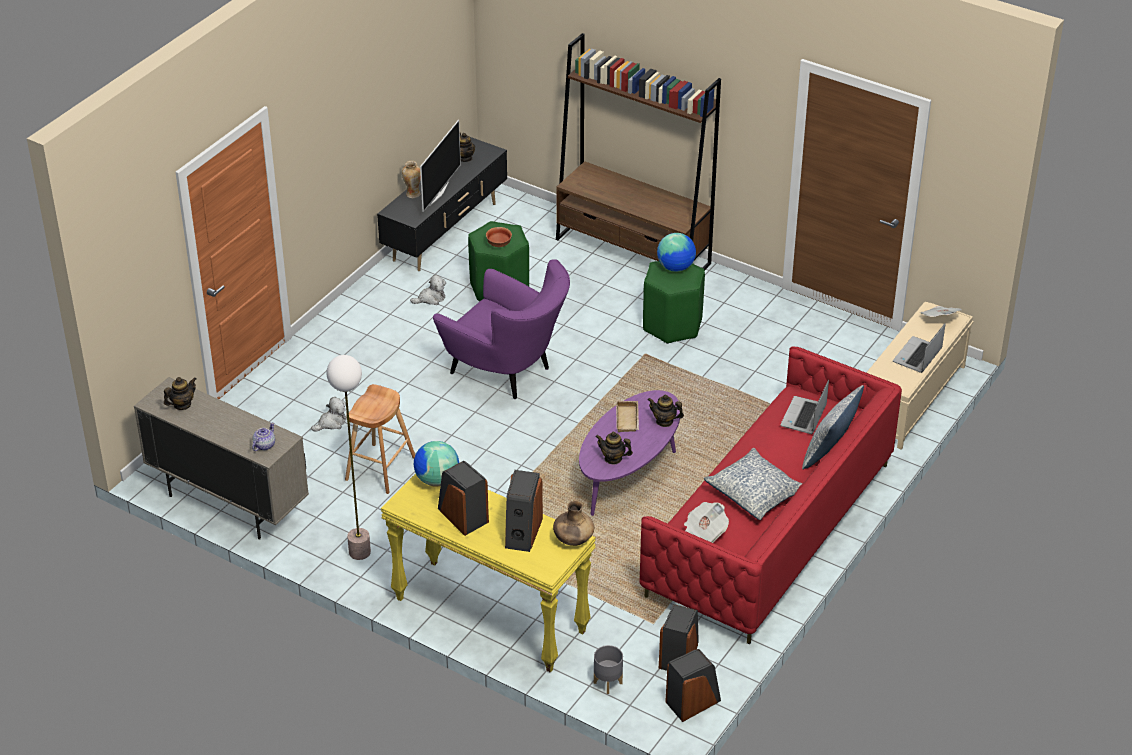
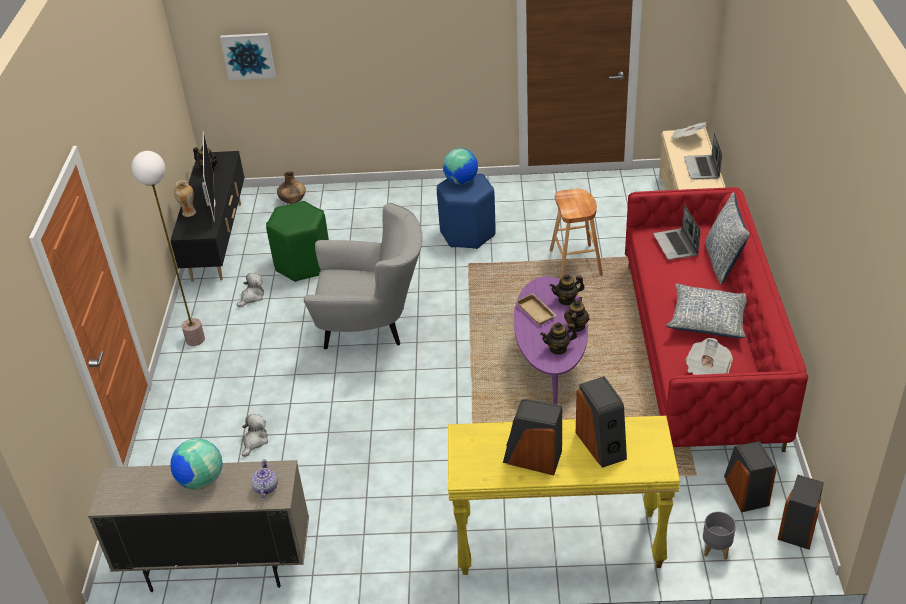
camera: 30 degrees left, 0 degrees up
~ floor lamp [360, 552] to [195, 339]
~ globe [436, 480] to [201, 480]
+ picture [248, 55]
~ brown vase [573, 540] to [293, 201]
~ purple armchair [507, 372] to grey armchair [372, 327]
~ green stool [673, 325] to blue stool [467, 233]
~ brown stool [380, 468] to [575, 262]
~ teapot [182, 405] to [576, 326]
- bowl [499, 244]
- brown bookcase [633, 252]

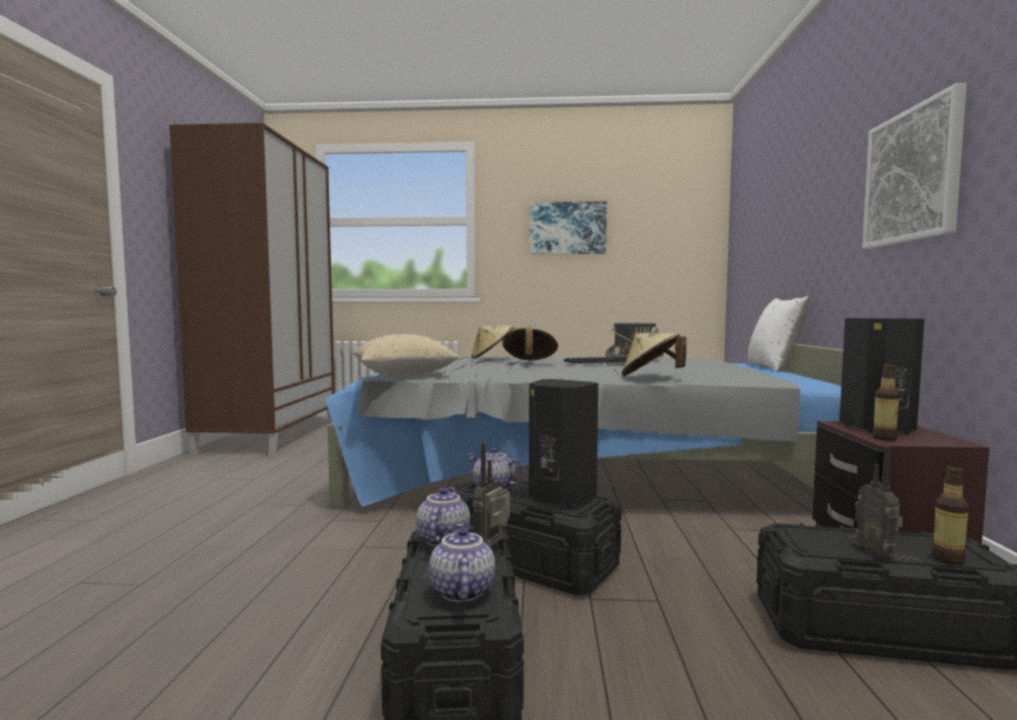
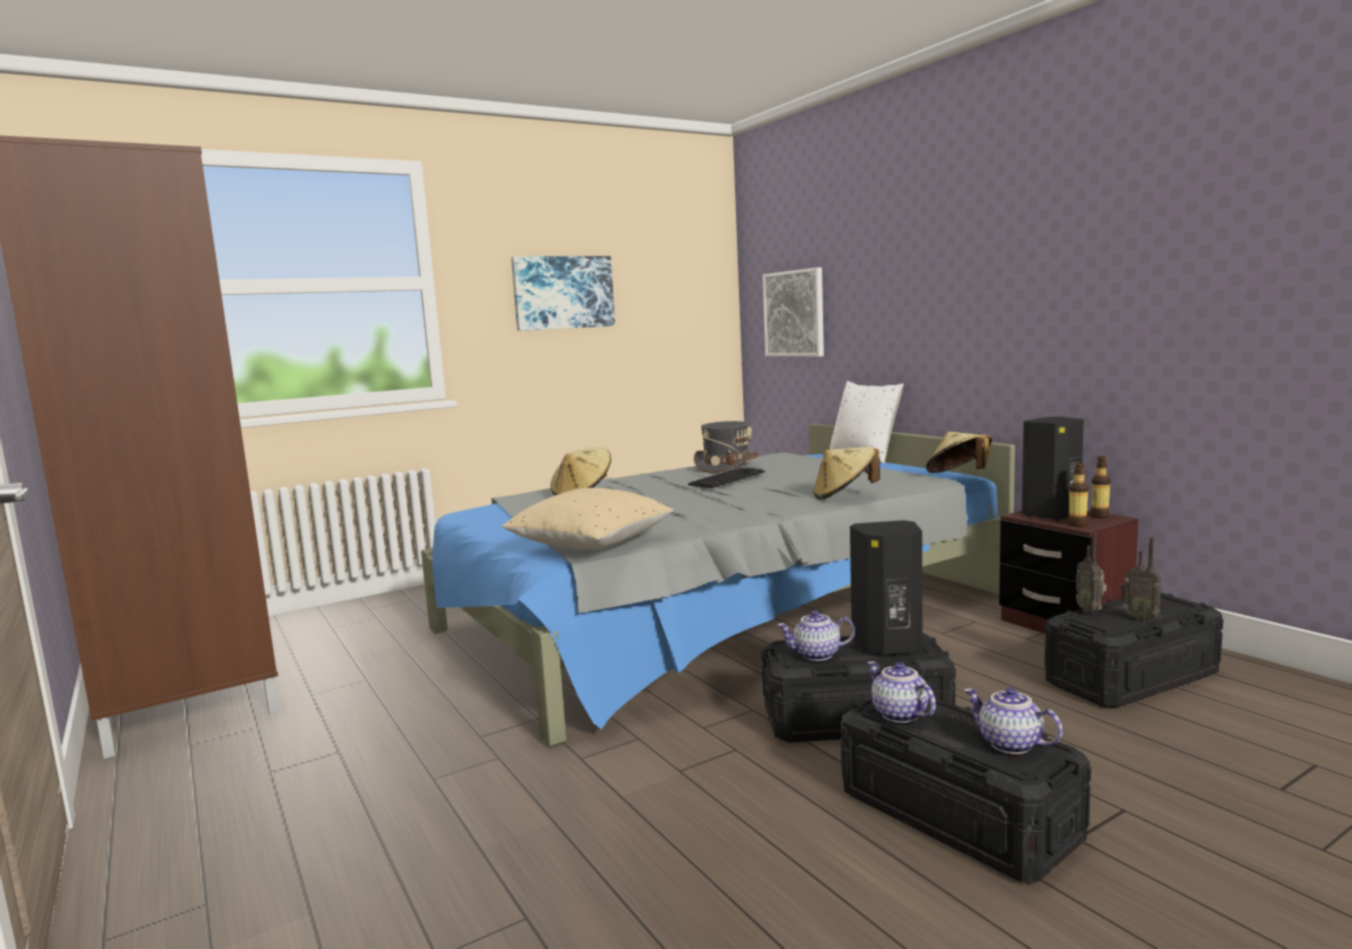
camera: 35 degrees left, 5 degrees up
~ picture [912, 176] to [794, 313]
~ beige hat [529, 362] to [958, 475]
~ radio [493, 548] to [1090, 611]
~ bottle [947, 560] to [1099, 516]

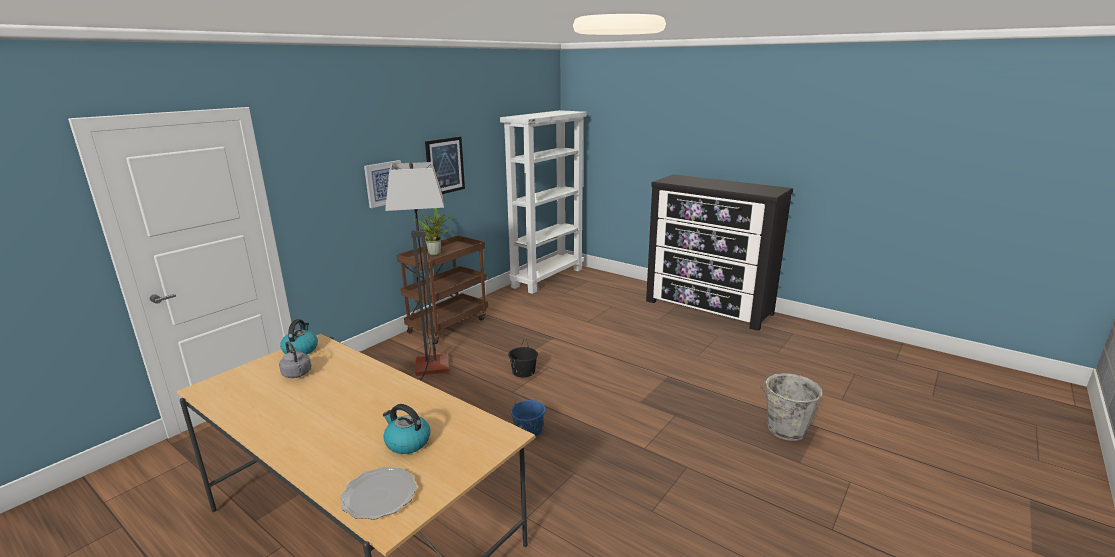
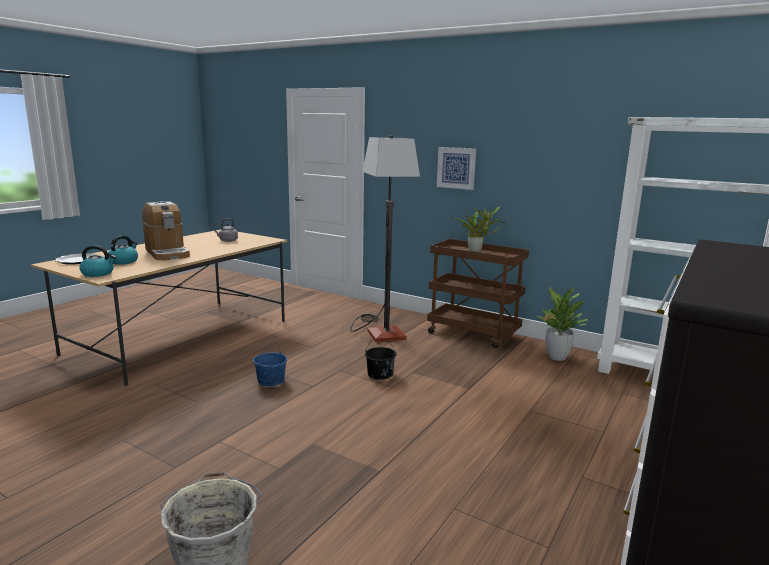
camera: 85 degrees right, 5 degrees down
~ kettle [300, 349] to [98, 273]
+ coffee machine [167, 253]
+ potted plant [556, 357]
- picture [444, 166]

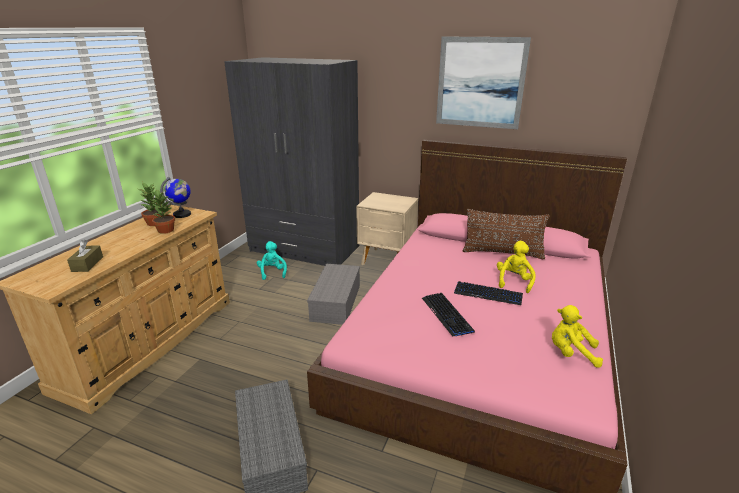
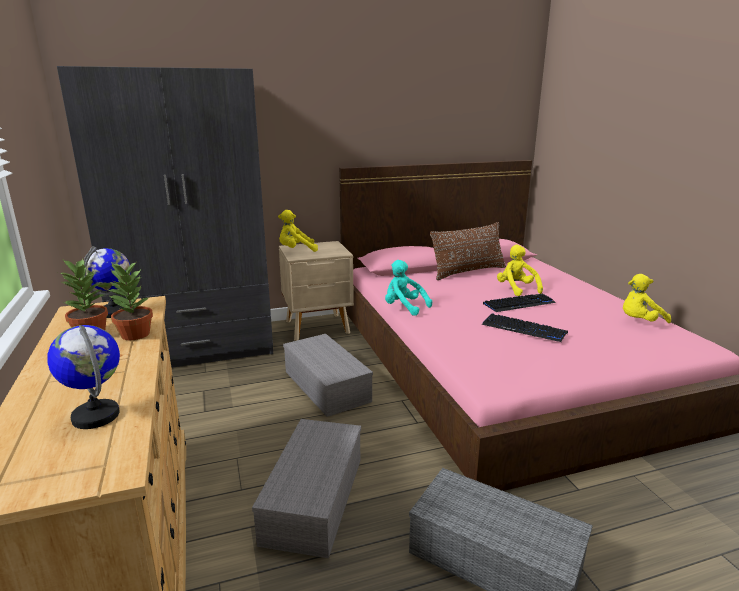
camera: 40 degrees left, 5 degrees down
~ brown tissue box [87, 264] to globe [96, 416]
+ grey storage box [313, 497]
+ yellow plush toy [296, 250]
~ turquoise plush toy [272, 272] to [404, 307]
- picture [480, 83]

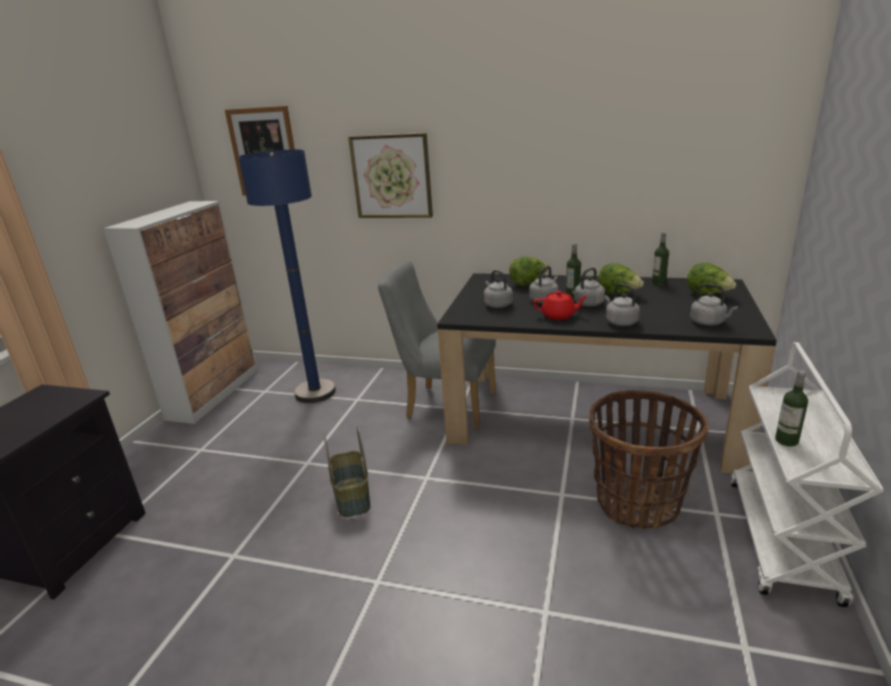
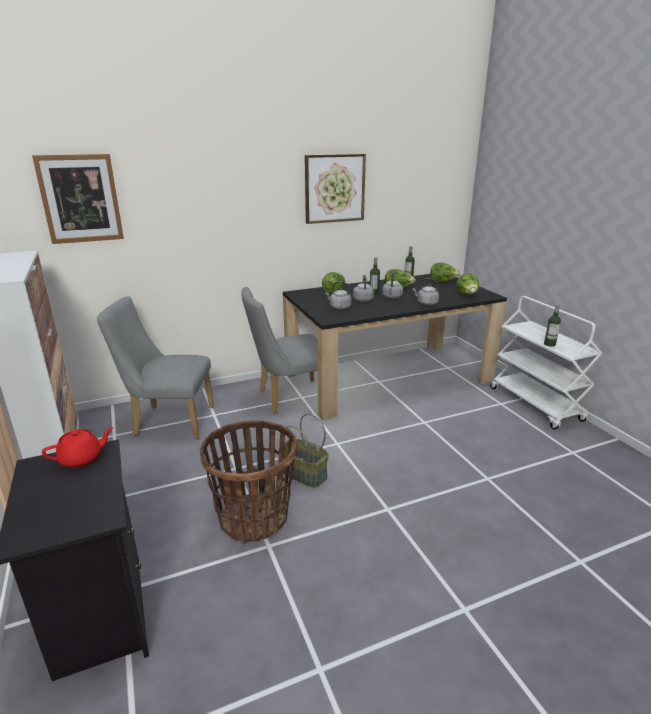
camera: 40 degrees left, 0 degrees up
~ red teapot [559, 316] to [82, 458]
~ blue floor lamp [315, 392] to grey chair [168, 421]
~ basket [638, 504] to [254, 518]
~ picture [392, 176] to [334, 188]
~ grey kettle [709, 322] to lettuce [467, 295]

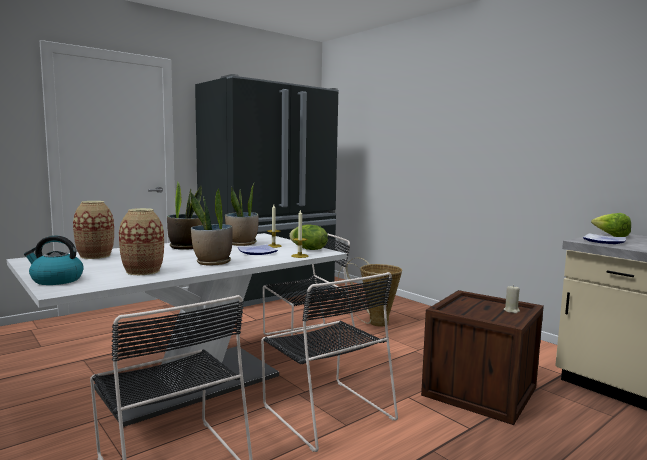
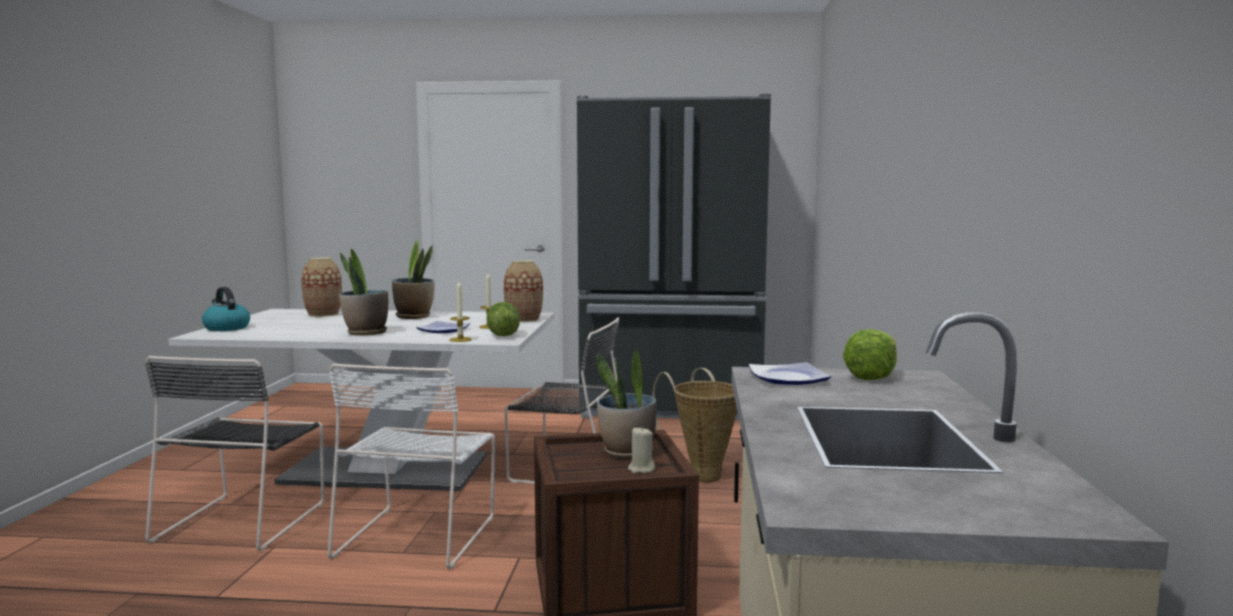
camera: 45 degrees right, 0 degrees up
~ black chair [325, 410] to white chair [418, 534]
~ vase [143, 271] to [524, 319]
~ potted plant [242, 244] to [627, 452]

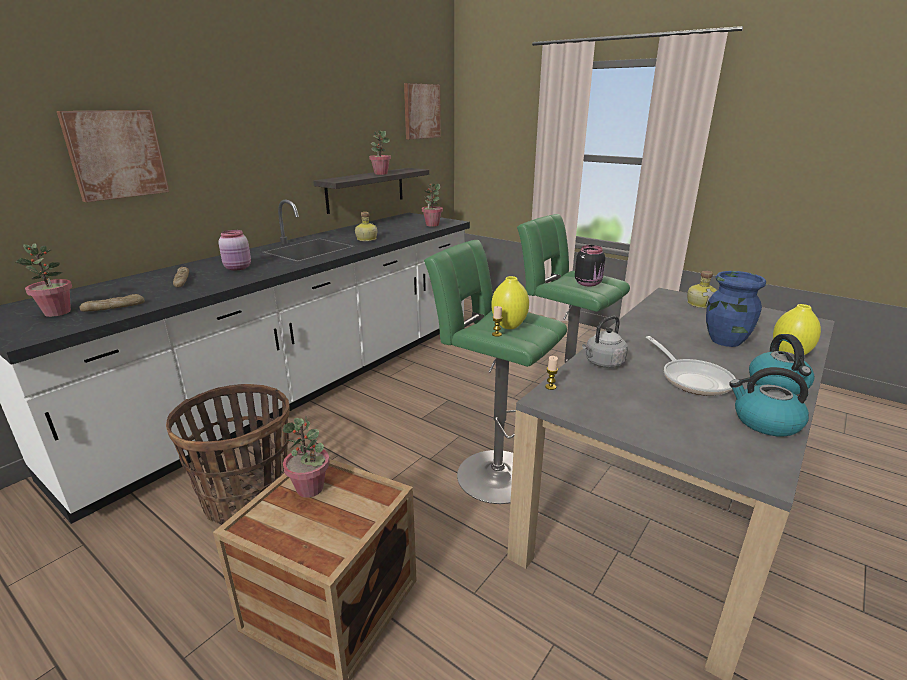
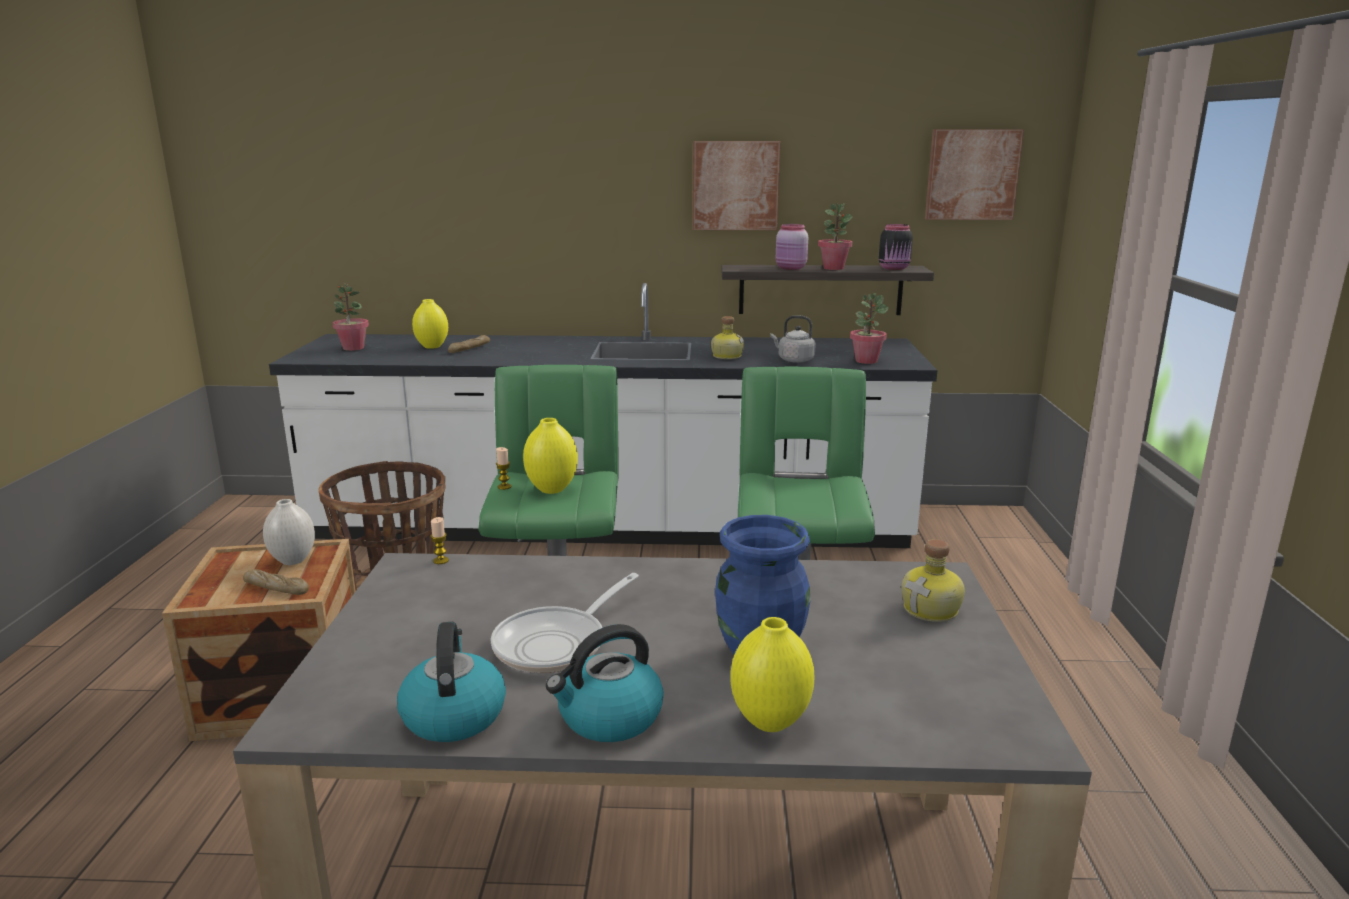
camera: 55 degrees right, 5 degrees down
~ bread [114, 308] to [276, 588]
~ potted plant [310, 488] to white vase [294, 560]
+ yellow vase [432, 347]
~ picture [116, 154] to [735, 185]
~ grey kettle [603, 363] to [794, 360]
~ pink jar [238, 268] to [791, 268]
~ black jar [588, 283] to [894, 268]

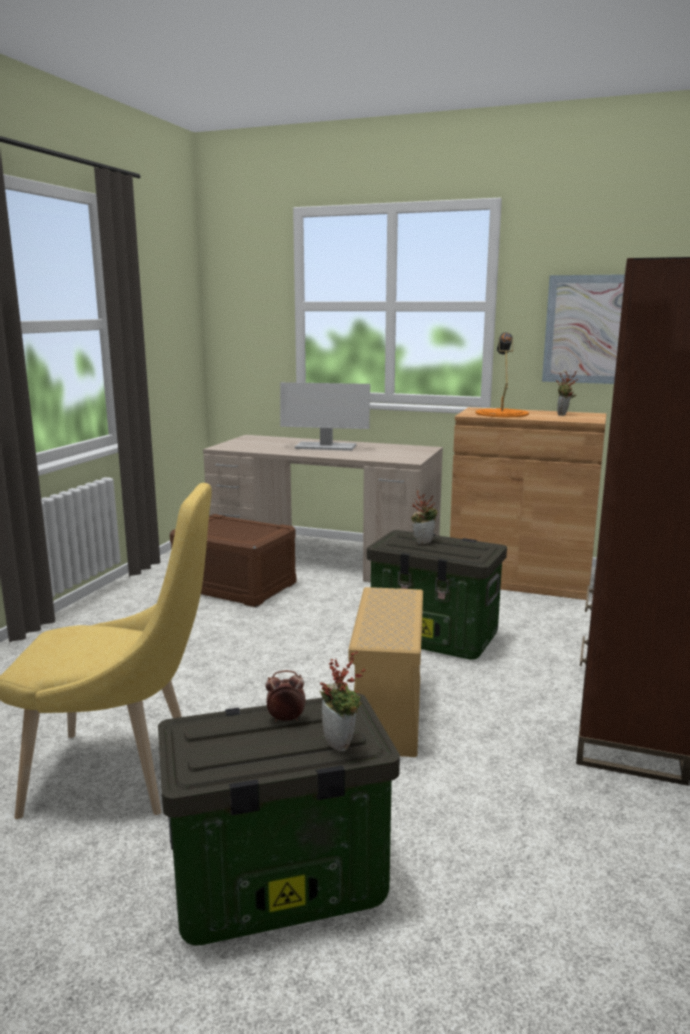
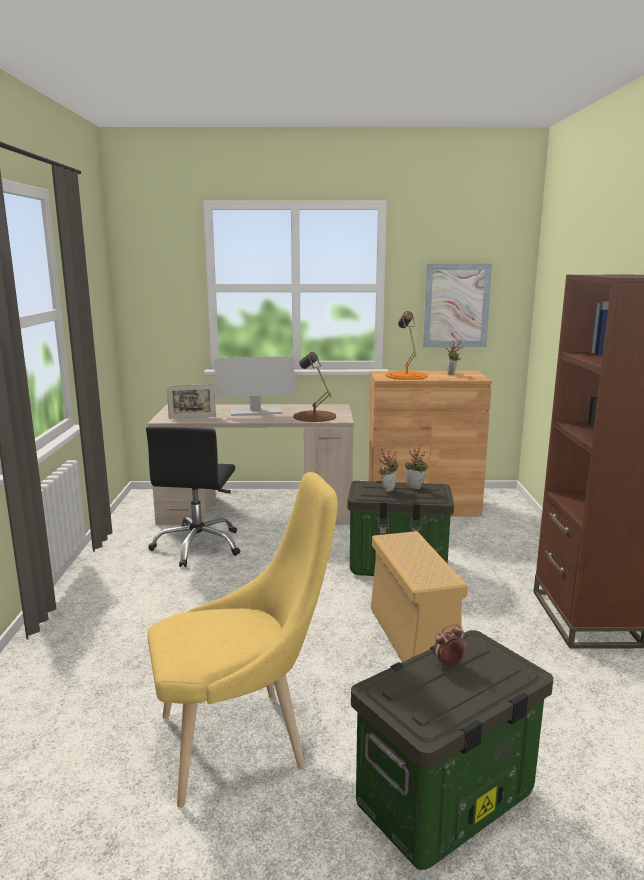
camera: 20 degrees left, 0 degrees up
~ brown storage box [234, 587] to black office chair [198, 546]
+ picture frame [192, 417]
+ brown table lamp [314, 416]
~ potted plant [342, 743] to [416, 487]

